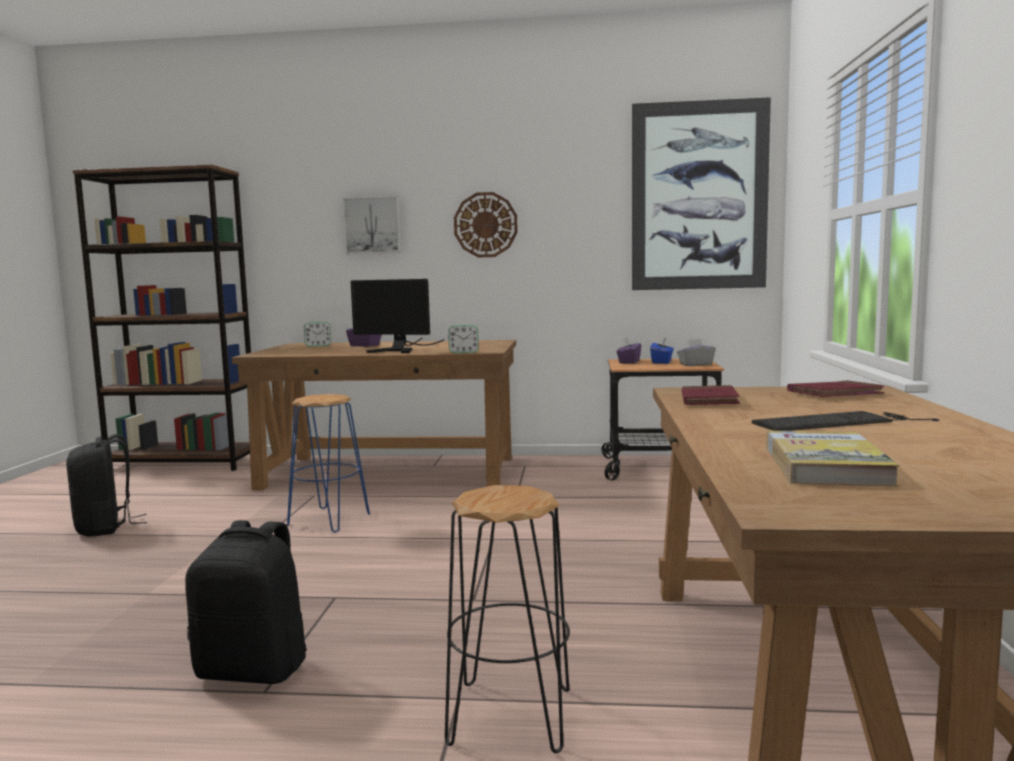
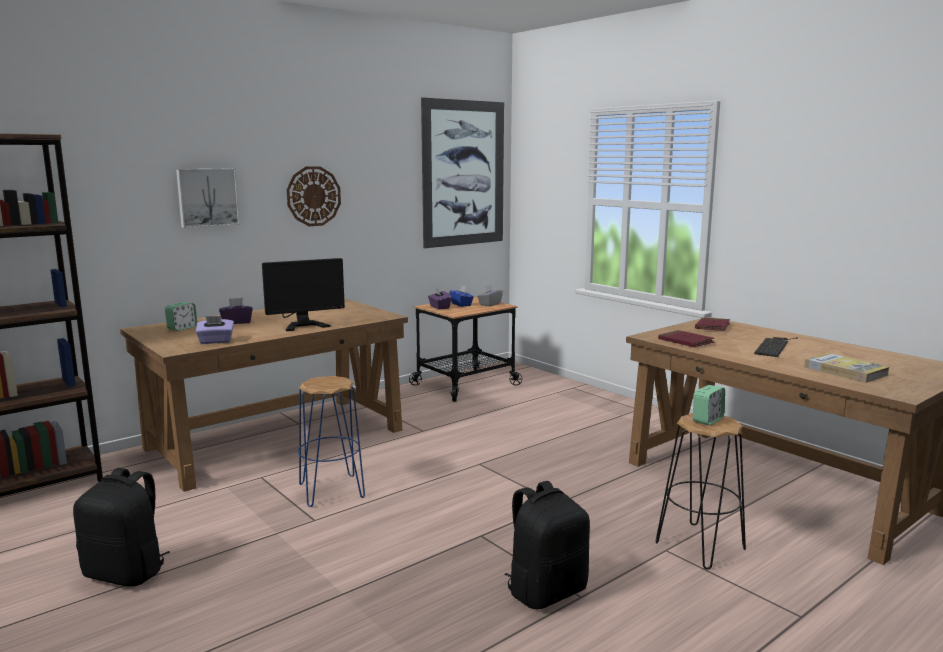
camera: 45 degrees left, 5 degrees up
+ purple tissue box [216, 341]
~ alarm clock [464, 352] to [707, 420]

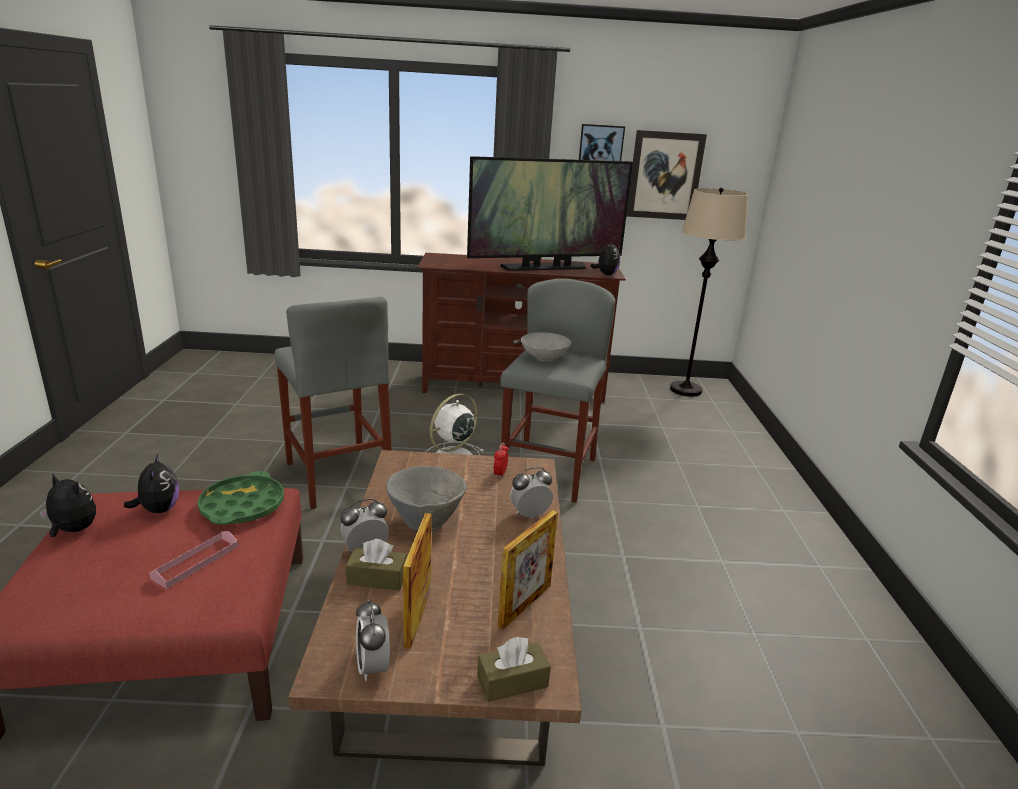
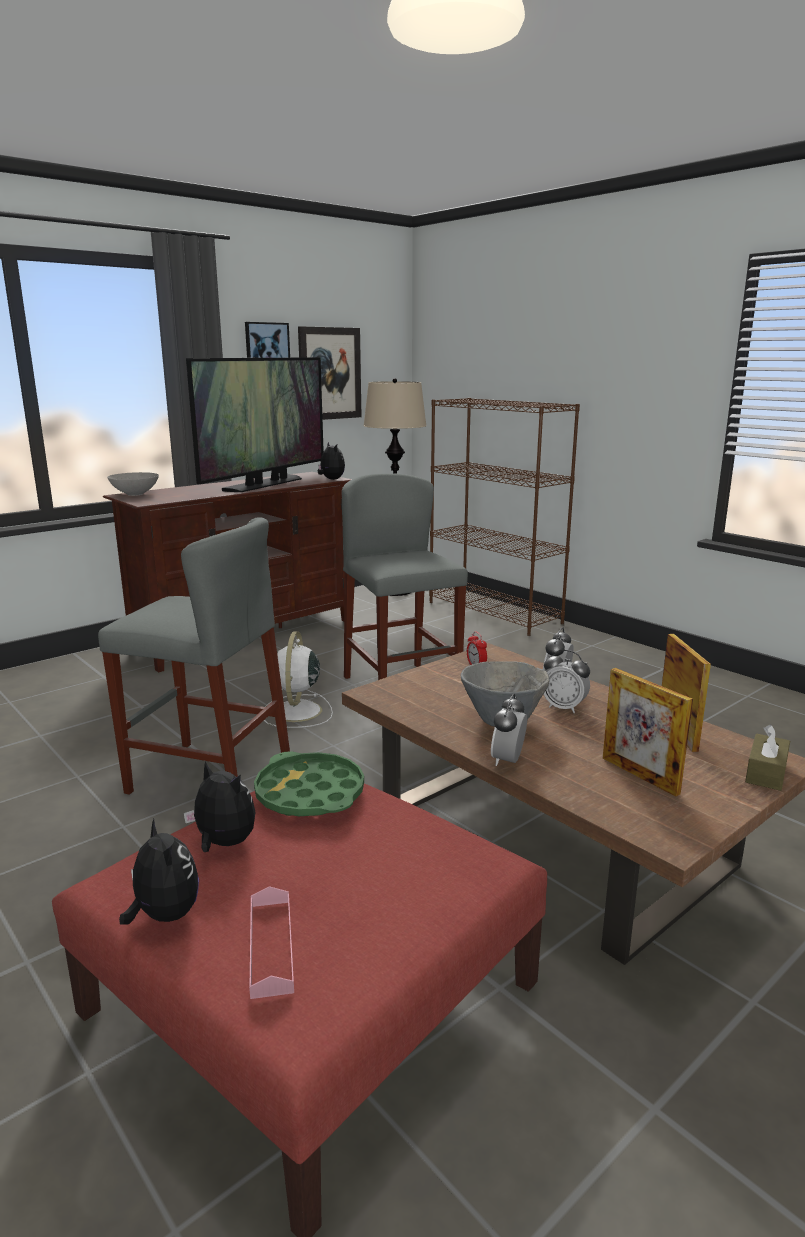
camera: 40 degrees left, 5 degrees down
~ grey bowl [545, 358] to [136, 494]
~ plush toy [73, 530] = [164, 915] 75 degrees clockwise
~ pink tray [196, 562] to [271, 946]
+ brown bookcase [495, 612]
~ alarm clock [373, 667] to [564, 707]
- brown tissue box [377, 578]

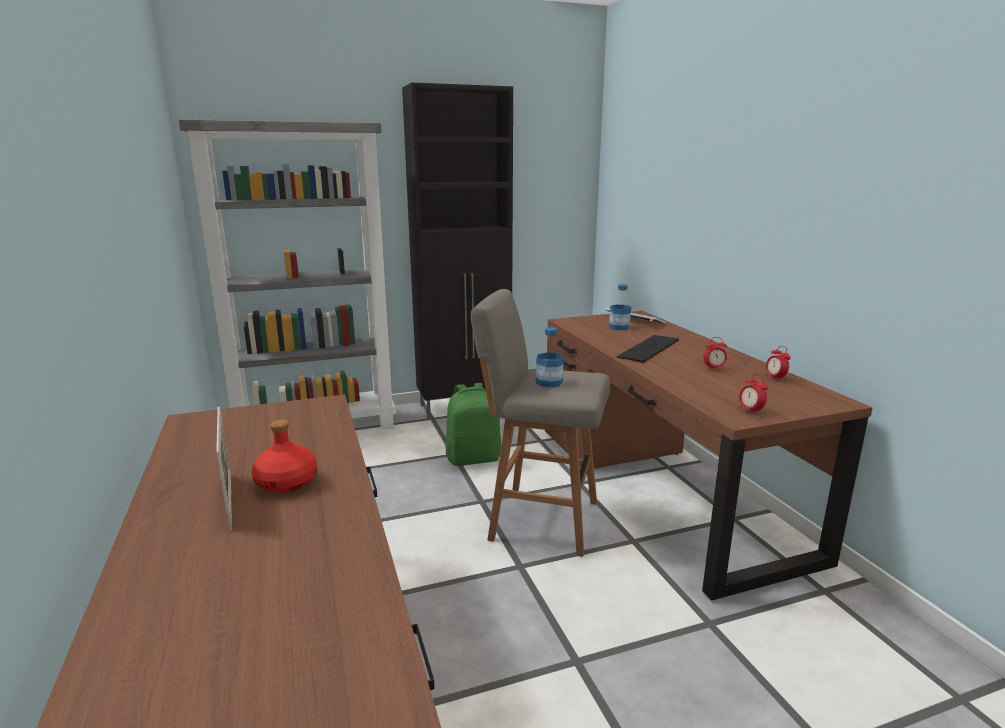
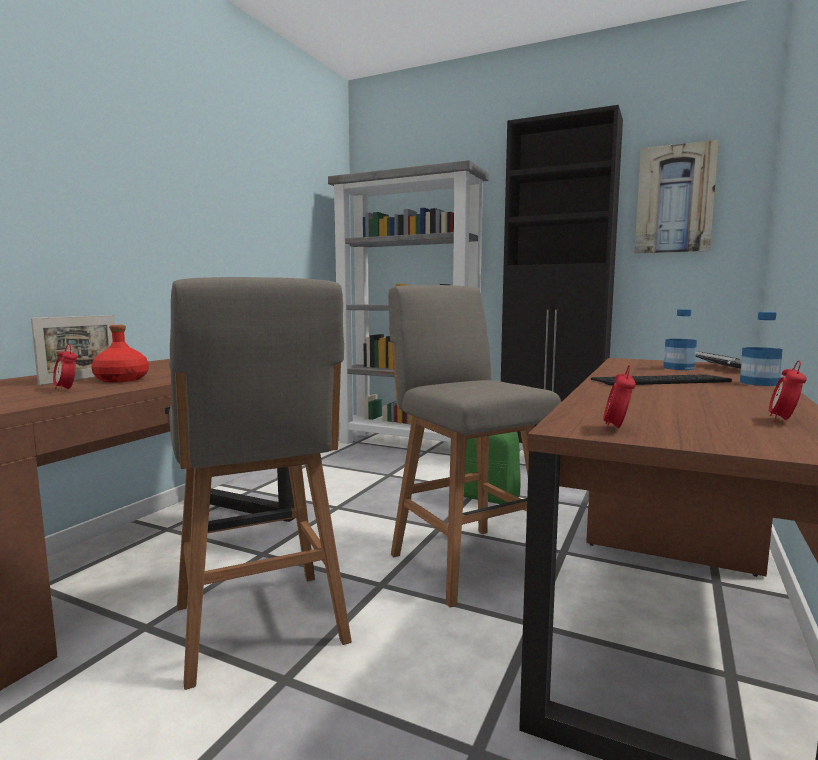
camera: 45 degrees right, 10 degrees down
~ alarm clock [714, 369] to [66, 390]
+ grey stool [260, 628]
+ picture [674, 199]
~ bottle [549, 382] to [759, 383]

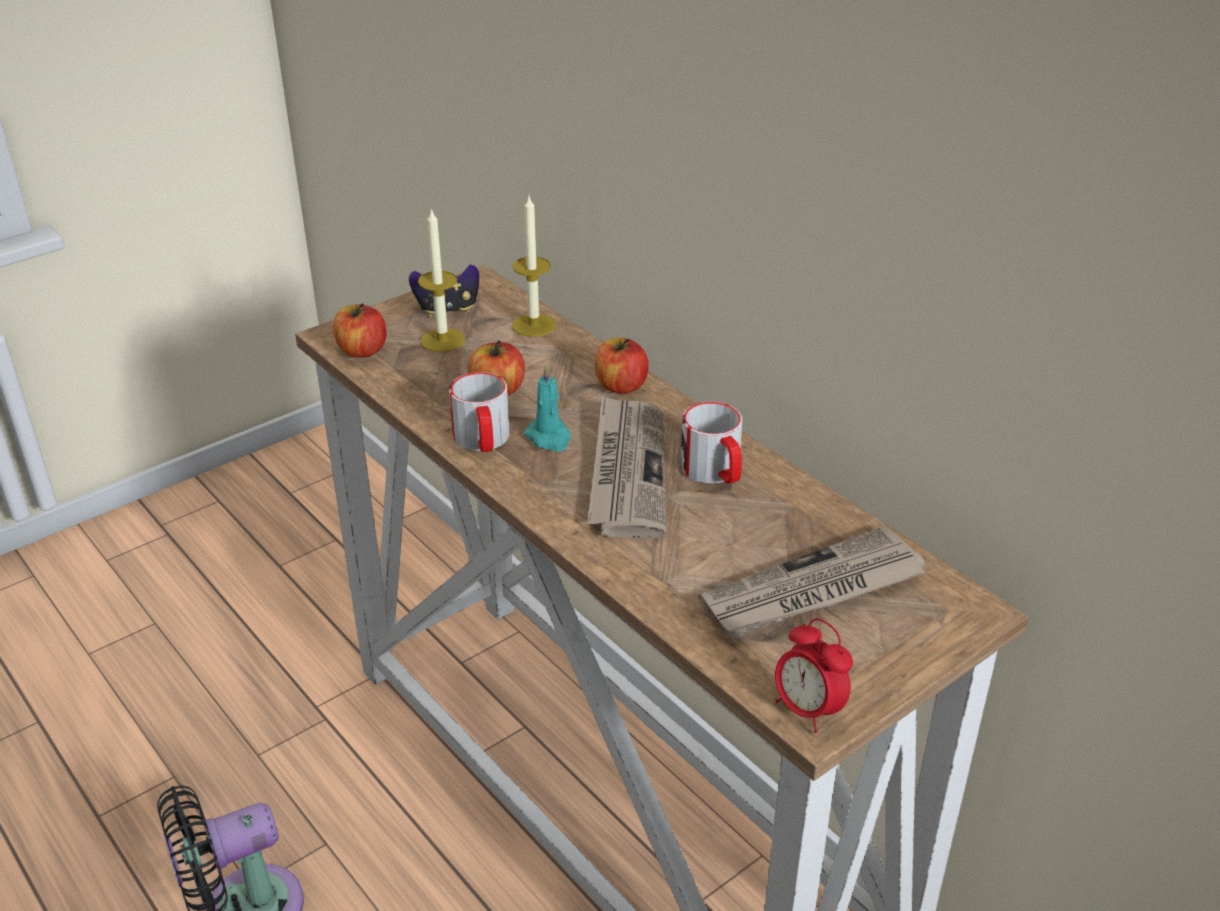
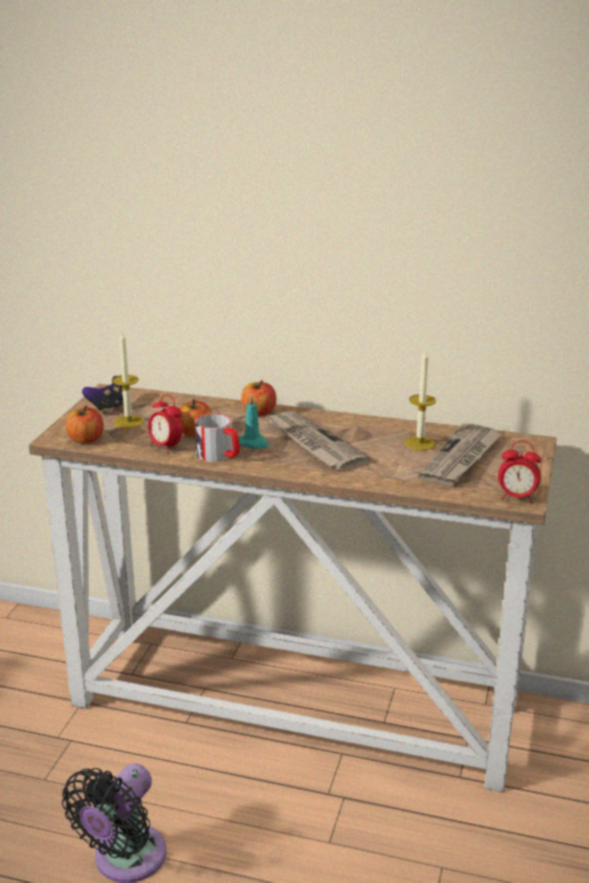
camera: 35 degrees left, 10 degrees down
+ alarm clock [166, 447]
~ candle [534, 325] to [419, 443]
- mug [715, 472]

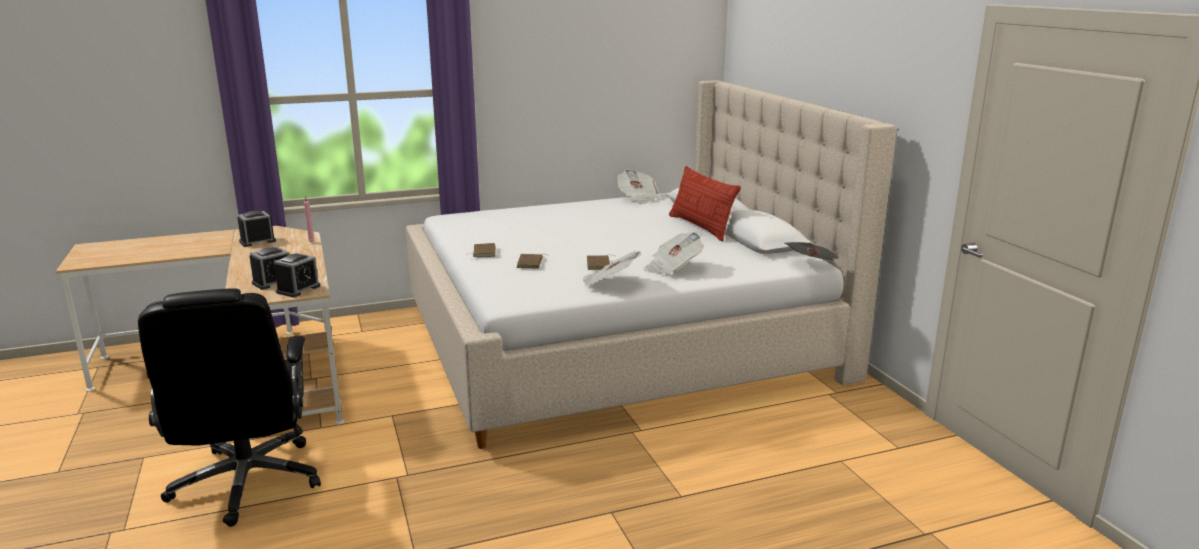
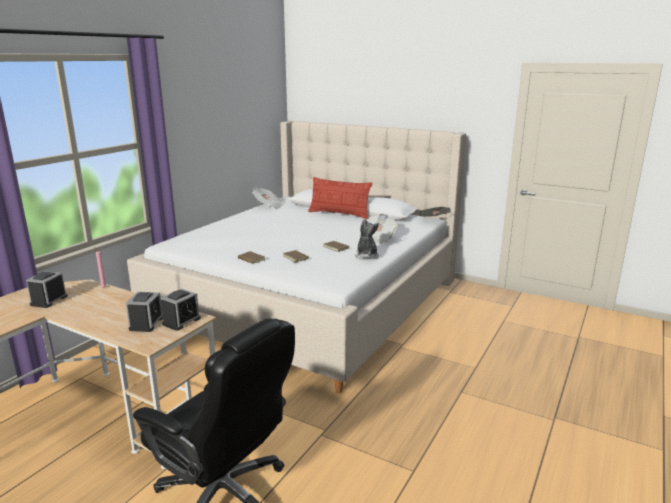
camera: 40 degrees left, 0 degrees up
~ alarm clock [298, 289] = [181, 321] 45 degrees clockwise
~ newspaper [609, 283] to plush toy [366, 256]

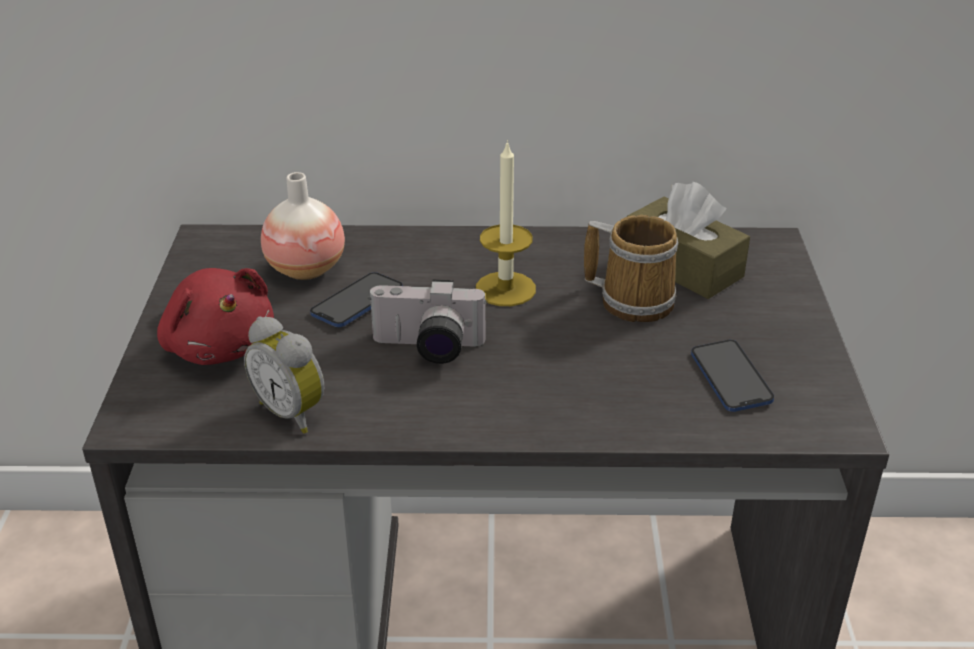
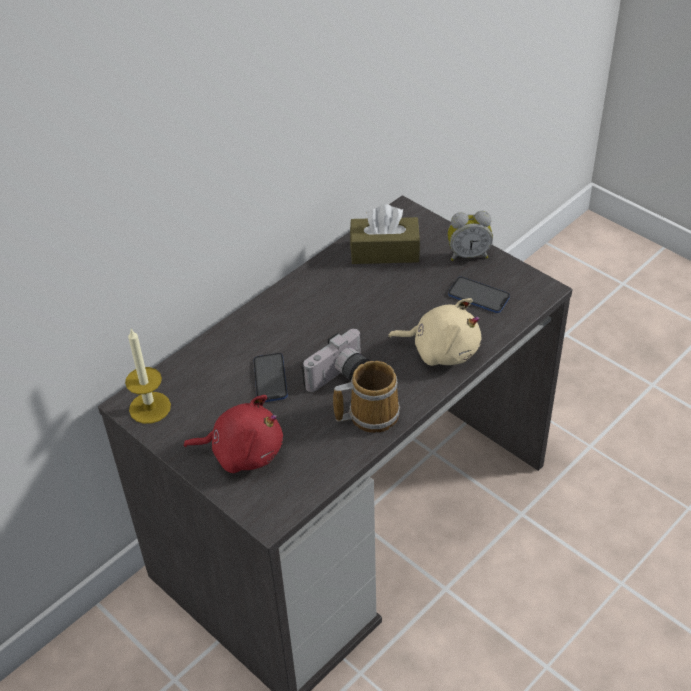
camera: 45 degrees left, 10 degrees up
~ candle [505, 289] to [150, 407]
~ mug [633, 299] to [370, 414]
+ beige plush toy [441, 350]
~ alarm clock [293, 412] to [468, 255]
- vase [306, 269]

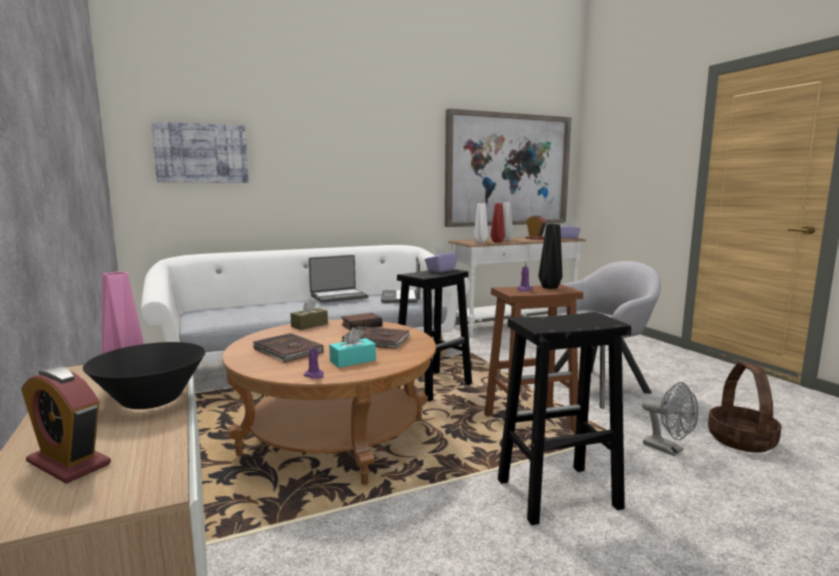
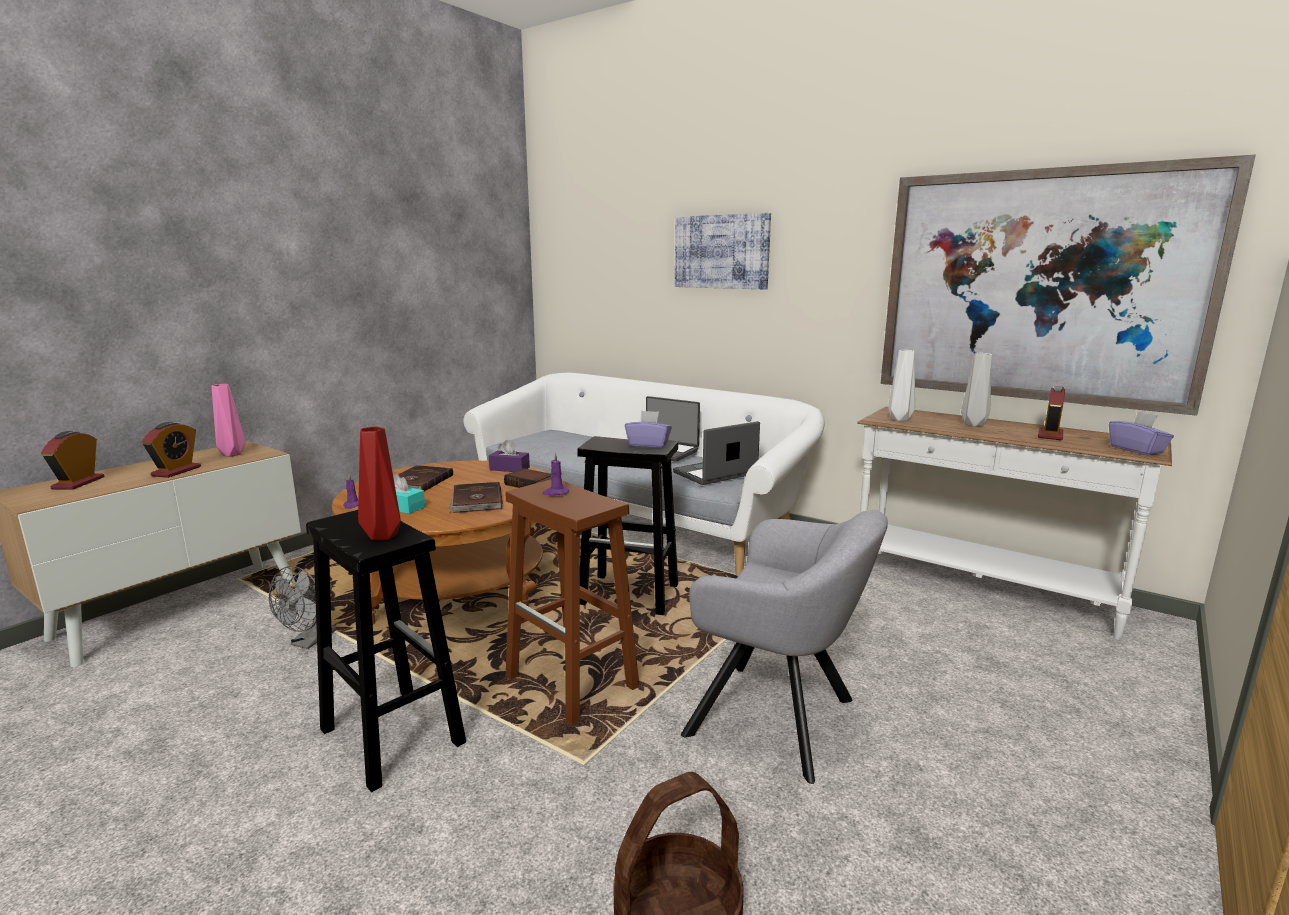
camera: 60 degrees right, 5 degrees up
~ black bowl [151, 400] to alarm clock [176, 471]
~ grey fan [668, 449] to [309, 642]
~ red vase [497, 242] to [384, 535]
~ brown tissue box [309, 325] to purple tissue box [509, 468]
~ picture [201, 153] to [721, 252]
- black vase [549, 287]

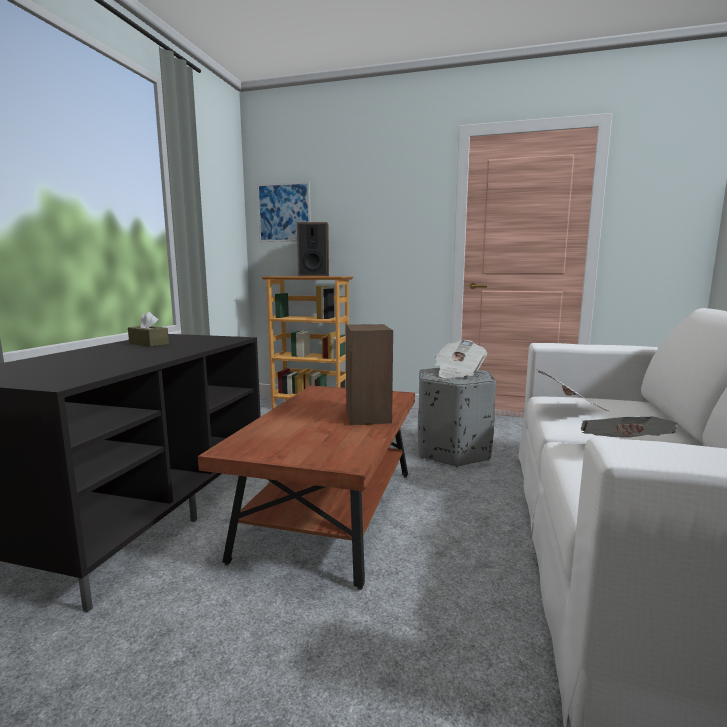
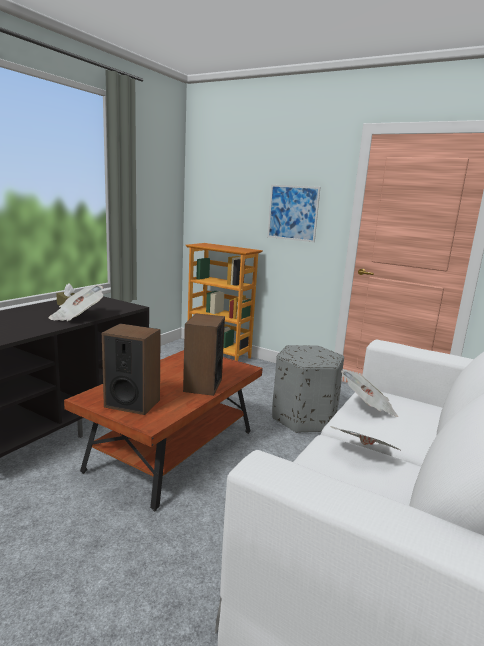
camera: 15 degrees right, 5 degrees up
~ newspaper [458, 373] to [77, 317]
~ speaker [313, 276] to [132, 403]
~ picture [284, 212] to [293, 213]

